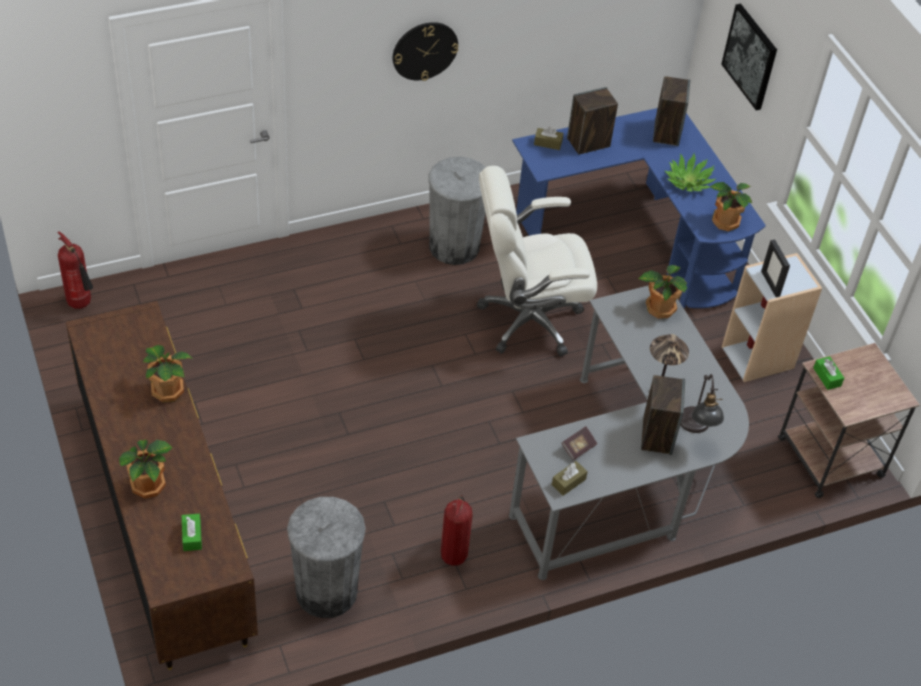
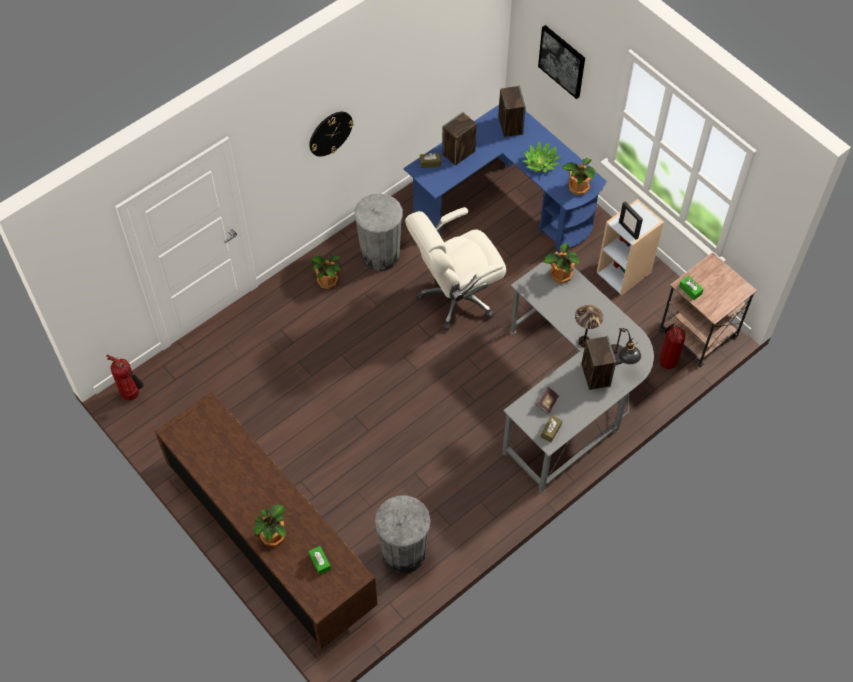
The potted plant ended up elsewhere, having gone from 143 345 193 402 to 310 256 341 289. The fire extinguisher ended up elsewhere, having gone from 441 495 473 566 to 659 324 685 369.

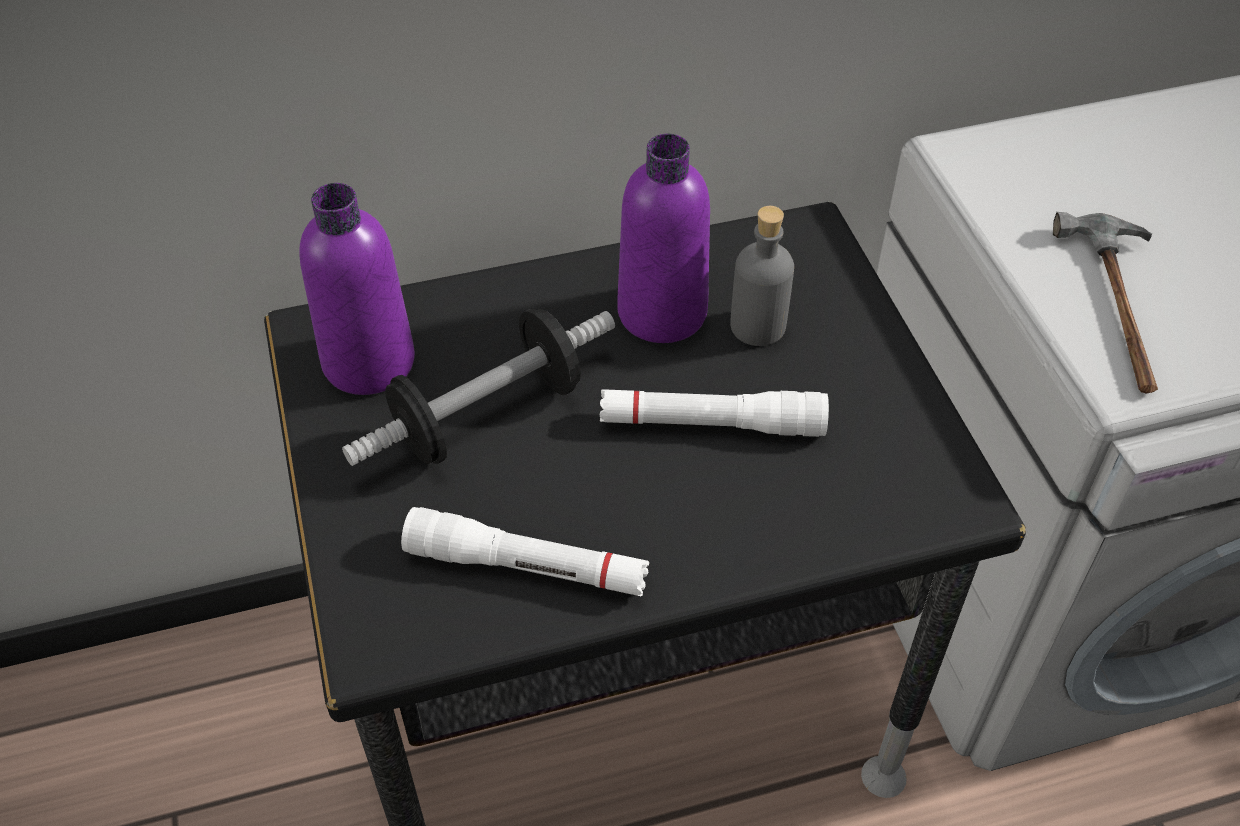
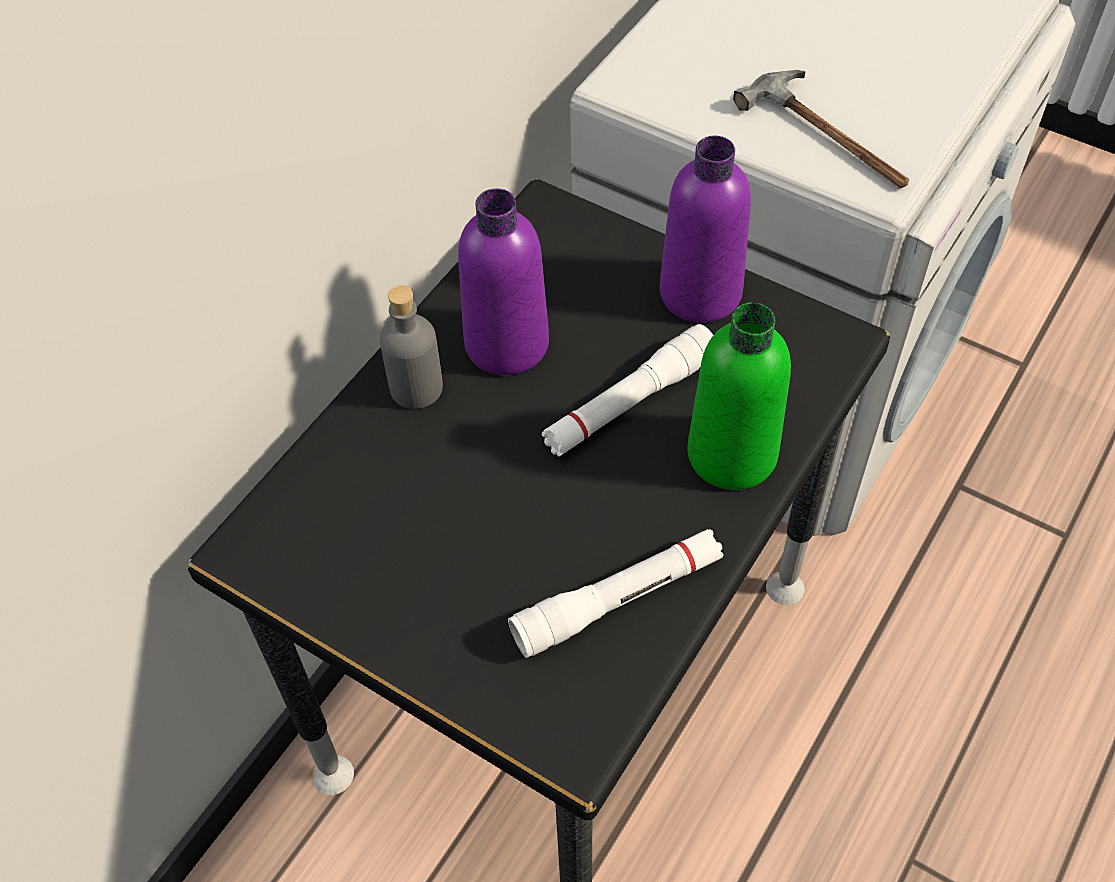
The bottle (purple) ended up elsewhere, having gone from 299 183 415 395 to 660 136 751 323. The bottle (grey) ended up elsewhere, having gone from 730 206 794 346 to 380 285 443 409. The second view lost the dumbbell at 342 309 615 466. The second view gained the bottle (green) at 687 302 791 490.

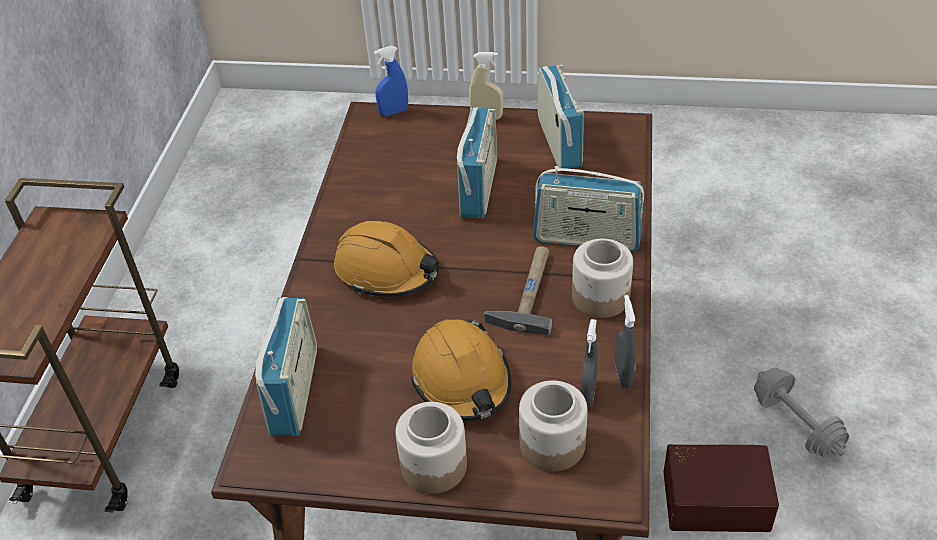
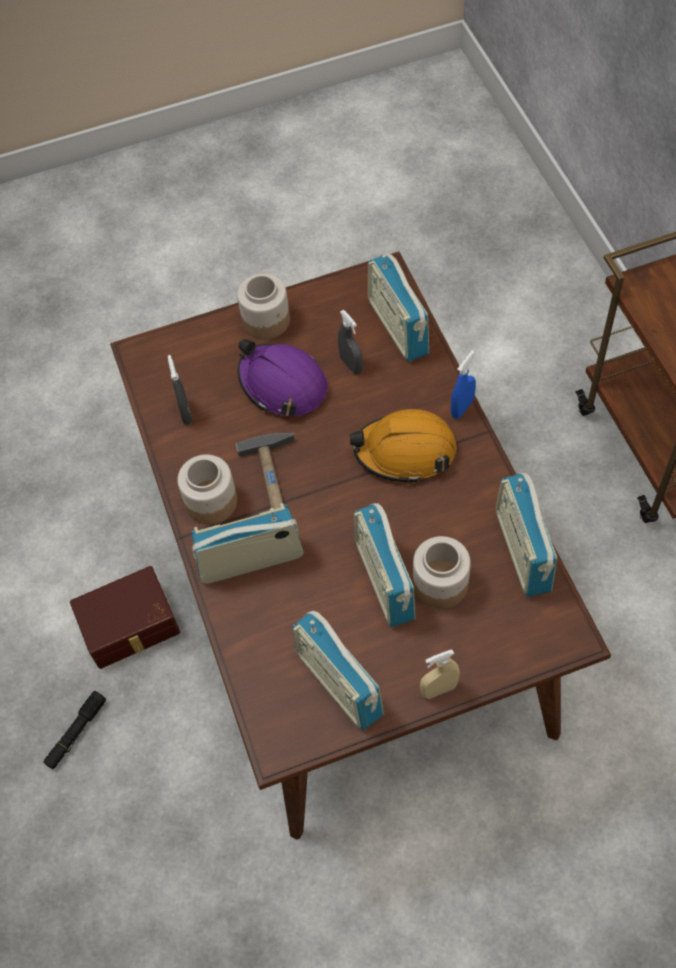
The spray bottle (blue) ended up elsewhere, having gone from 374 46 408 117 to 451 350 476 419. The spray bottle (grey) ended up elsewhere, having gone from 615 295 636 389 to 338 310 363 375. What was the hard hat (orange) at 411 319 511 421 turned into the hard hat (purple) at 238 339 328 417. Where the dumbbell (grey) stood at 754 367 849 459, the flashlight (black) came to stand at 43 691 106 769. The jar ended up elsewhere, having gone from 519 380 588 471 to 413 536 471 609. The second view gained the radio at 496 473 557 597.

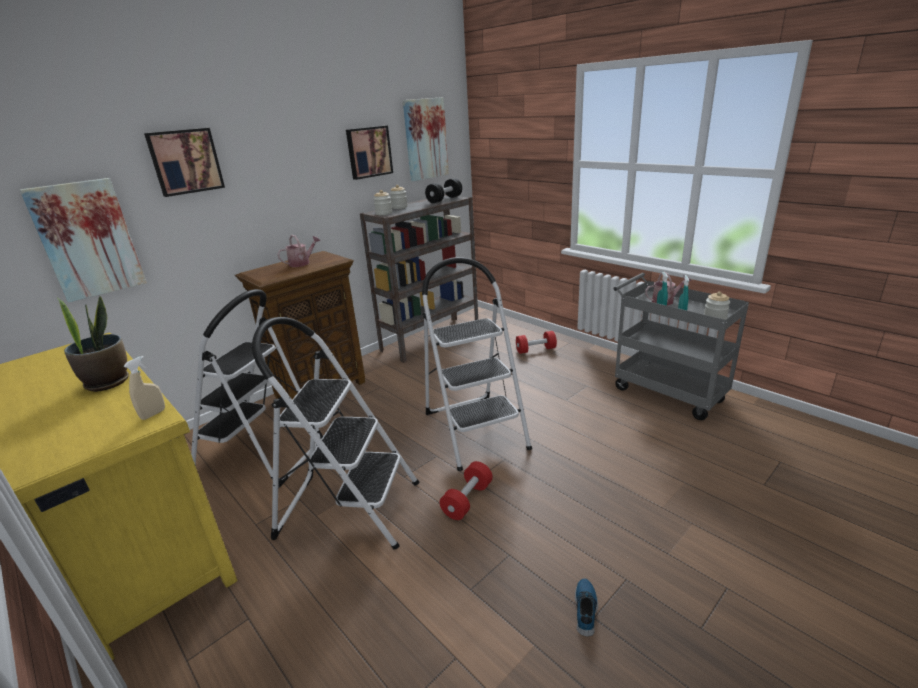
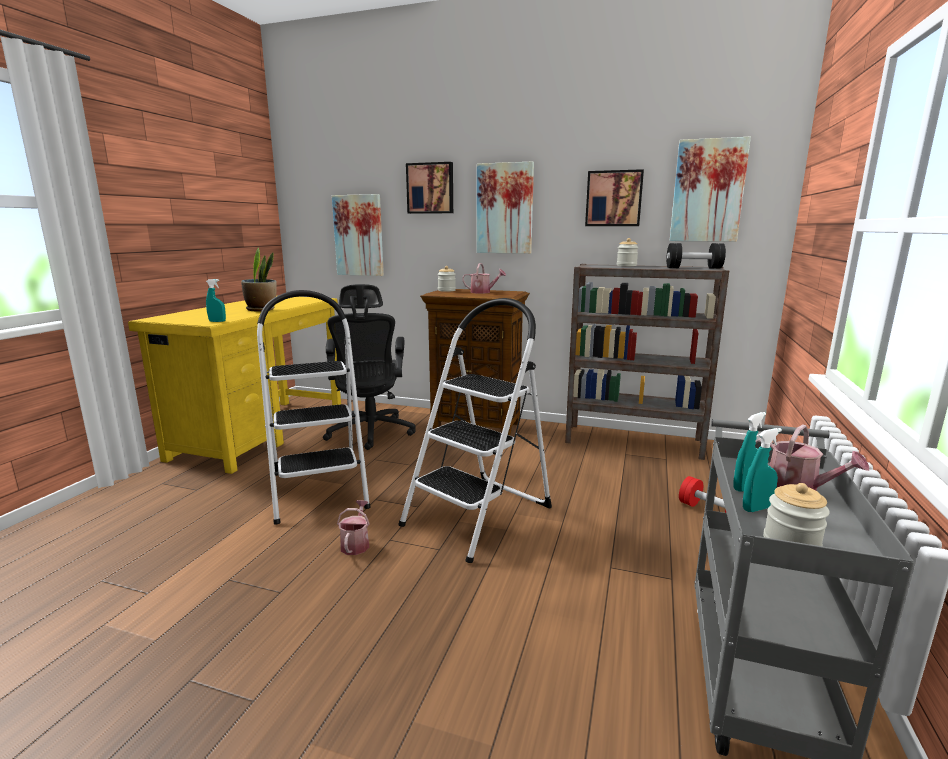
The jar ended up elsewhere, having gone from 373 190 392 215 to 438 266 456 292. Where the step ladder stood at 191 289 323 488, the office chair came to stand at 323 284 415 450. What was the spray bottle (beige) at 124 356 165 420 turned into the spray bottle (turquoise) at 206 279 226 322. Where the dumbbell (red) stood at 440 461 493 520, the watering can came to stand at 337 500 370 555. The second view lost the shoe at 575 578 598 637. The second view gained the picture at 477 161 534 254.

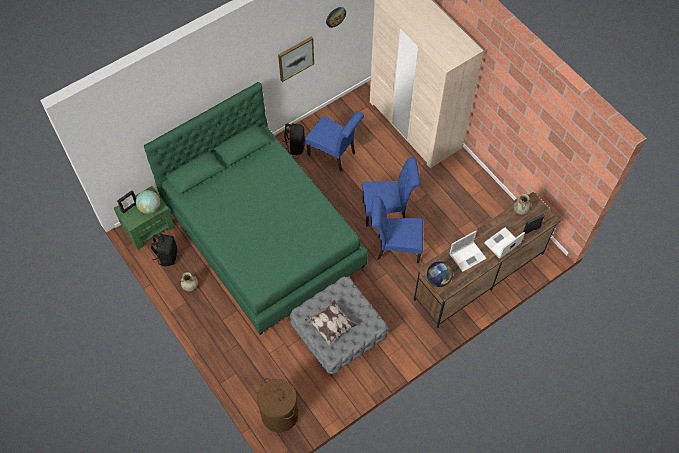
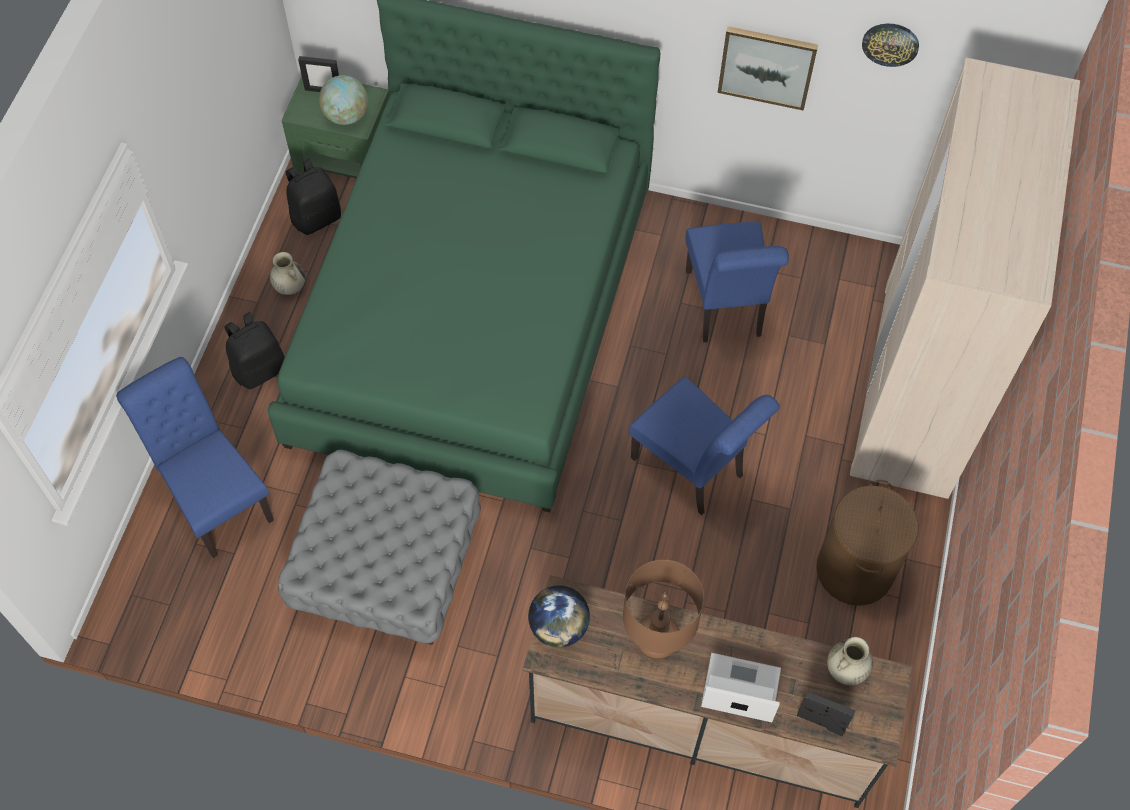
The backpack (black) ended up elsewhere, having gone from 283 123 305 155 to 224 312 285 389. The chair (blue) ended up elsewhere, having gone from 371 196 423 263 to 116 357 274 558. Where the laptop stood at 450 231 487 272, the table lamp (brown) came to stand at 623 560 704 659. The second view lost the pillow at 305 300 357 346. The laundry basket (brown) ended up elsewhere, having gone from 257 378 298 432 to 816 480 918 606.

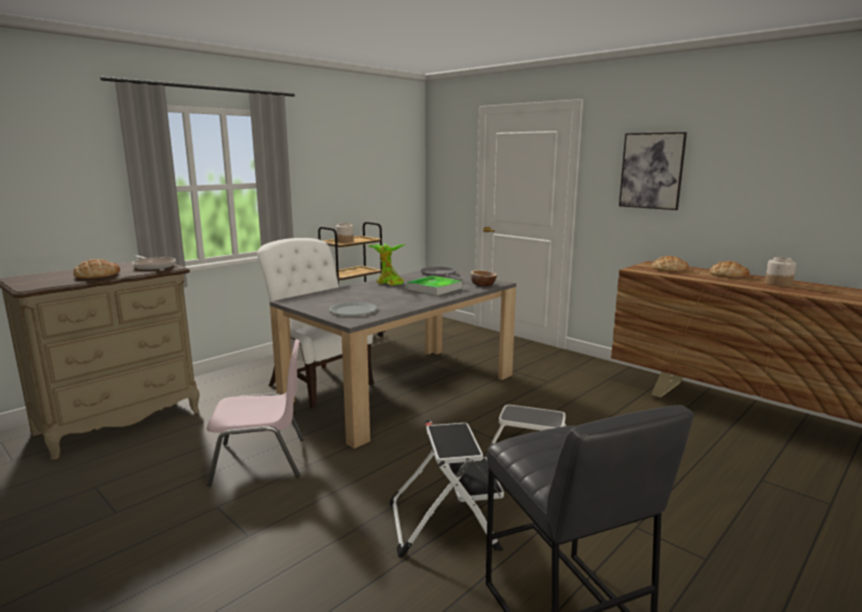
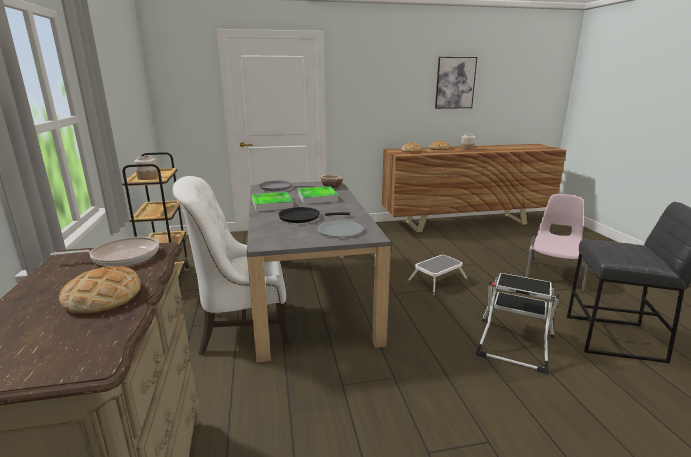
The picture ended up elsewhere, having gone from 619 132 687 210 to 435 57 477 109. Where the potted plant stood at 367 243 405 285, the tray came to stand at 252 192 294 212. The chair (pink) ended up elsewhere, having gone from 207 339 304 486 to 525 194 589 292. The second view gained the frying pan (black) at 278 207 350 223.

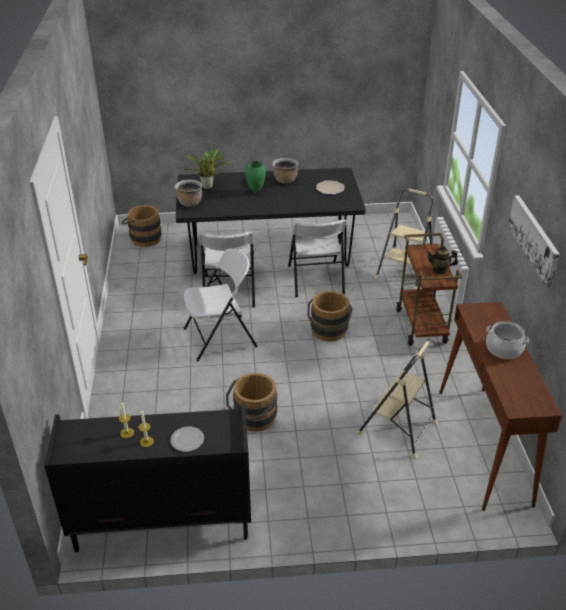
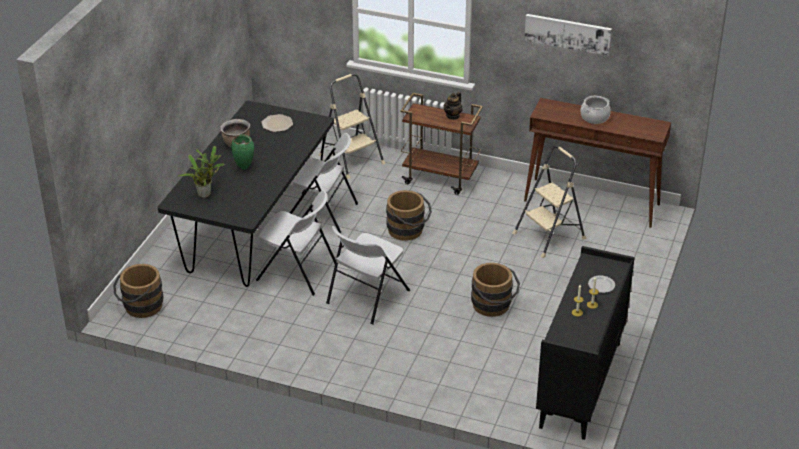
The second view lost the cooking pot (brown) at 174 180 202 207. The chair (white) at 184 248 258 361 ended up facing another way, 150 degrees counterclockwise from before.

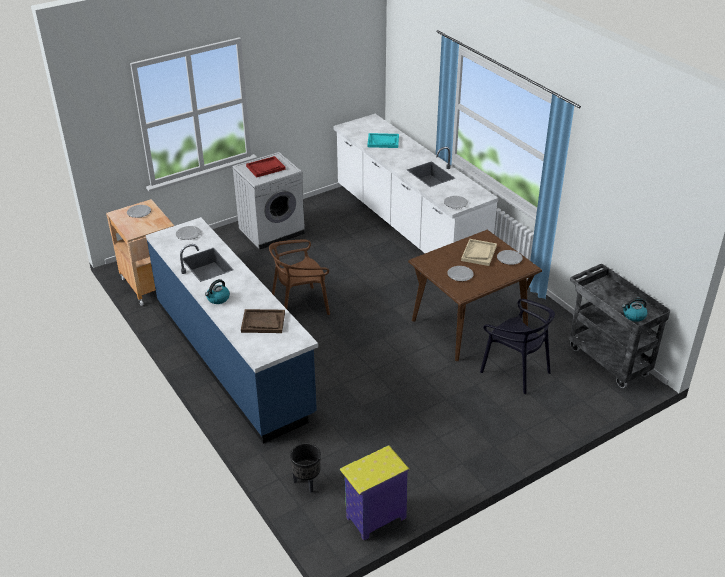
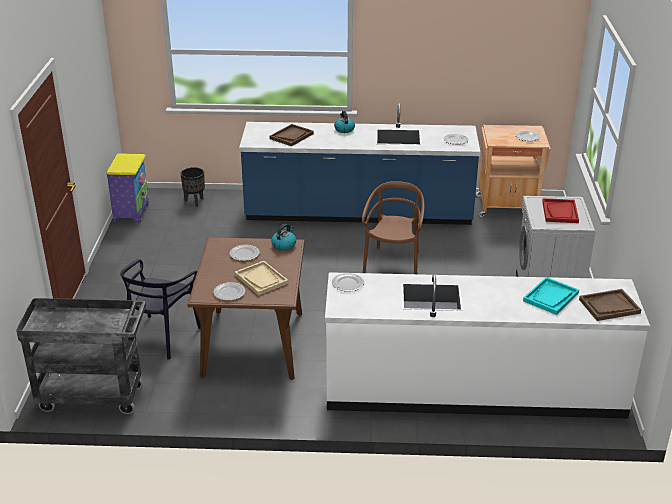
The kettle ended up elsewhere, having gone from 622 298 648 322 to 271 224 296 251. The chair (black) at 480 299 555 394 ended up facing another way, 60 degrees counterclockwise from before. The second view gained the tray (brown) at 579 289 641 321.

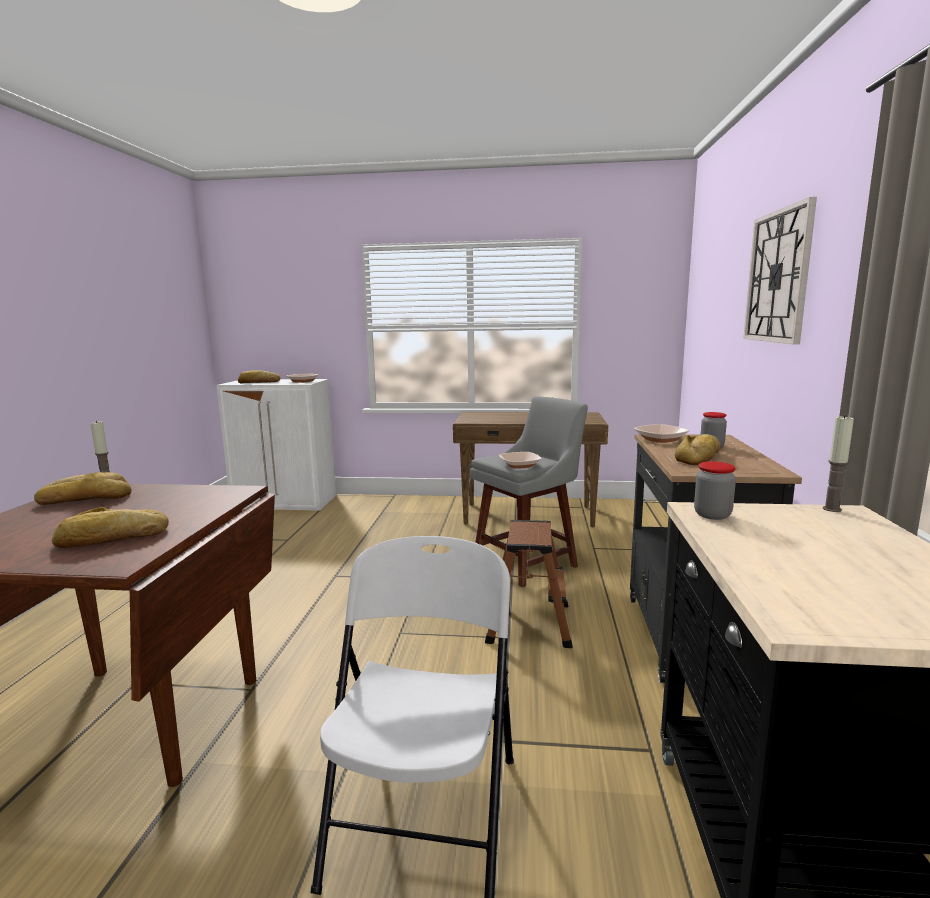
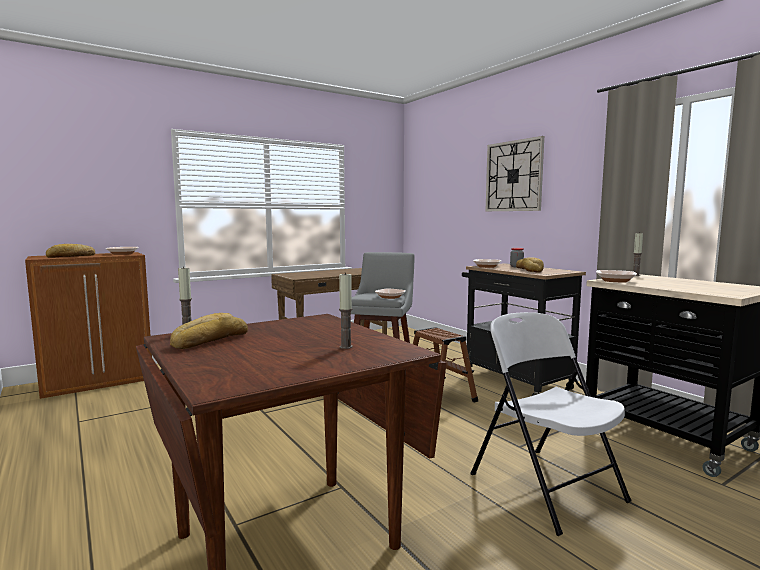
What was the cabinet (white) at 217 379 336 511 turned into the cabinet (brown) at 25 252 152 399. Where the jar stood at 694 461 736 520, the bowl came to stand at 596 270 637 283. Where the bread stood at 52 507 169 548, the candle came to stand at 339 272 353 349.

